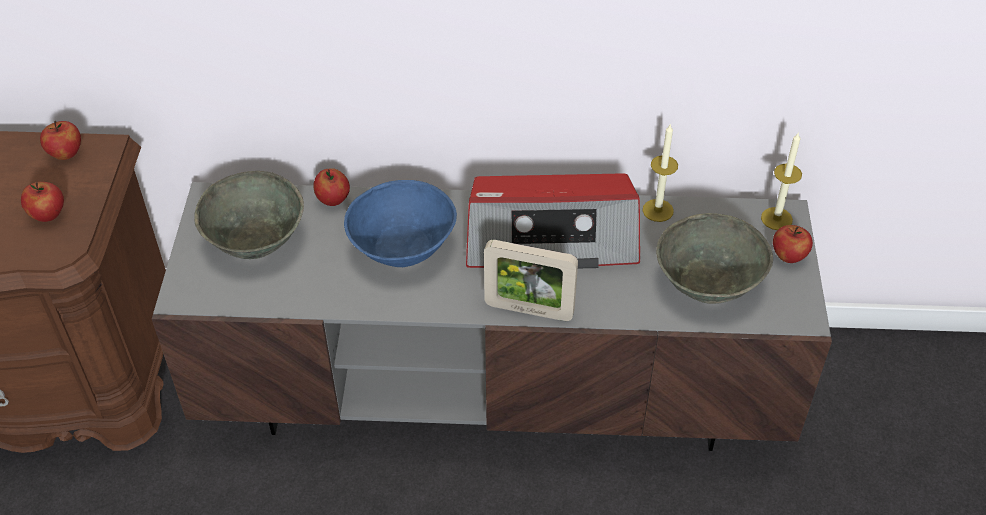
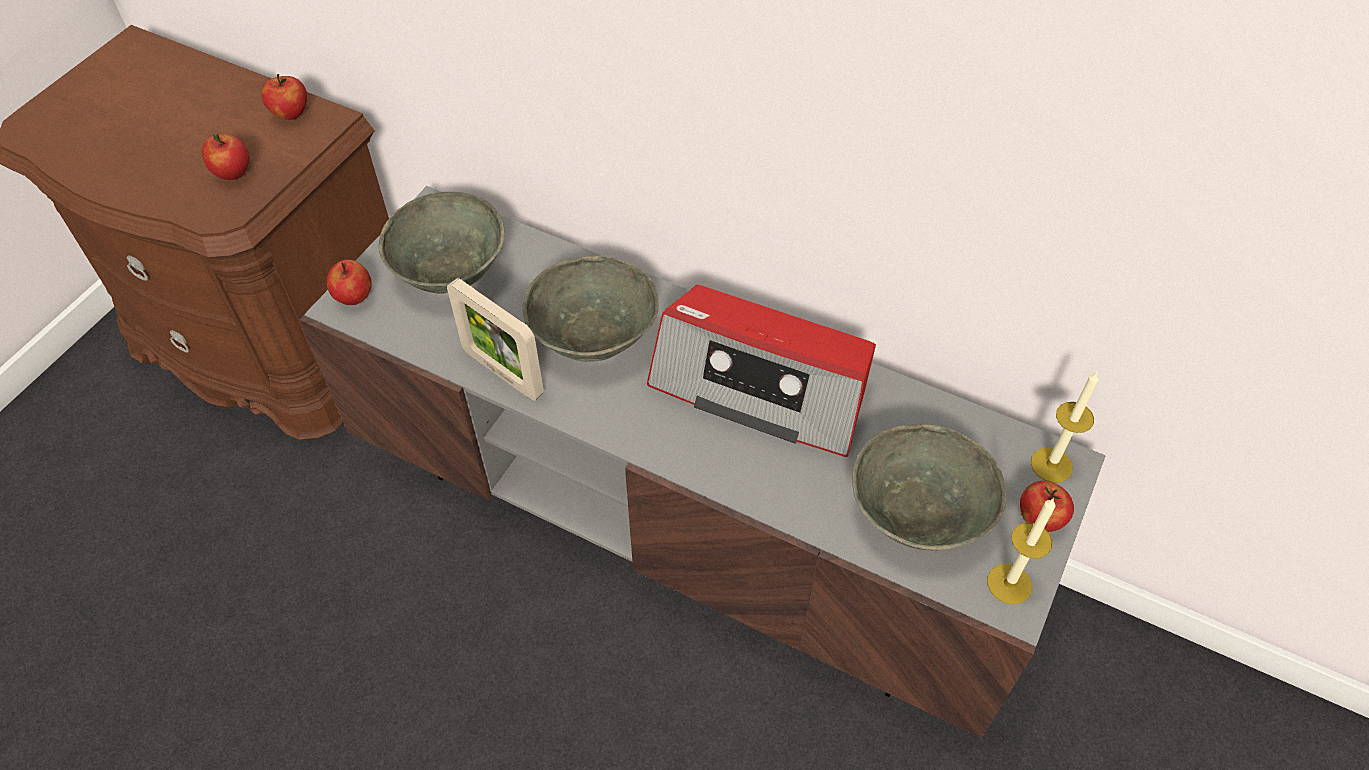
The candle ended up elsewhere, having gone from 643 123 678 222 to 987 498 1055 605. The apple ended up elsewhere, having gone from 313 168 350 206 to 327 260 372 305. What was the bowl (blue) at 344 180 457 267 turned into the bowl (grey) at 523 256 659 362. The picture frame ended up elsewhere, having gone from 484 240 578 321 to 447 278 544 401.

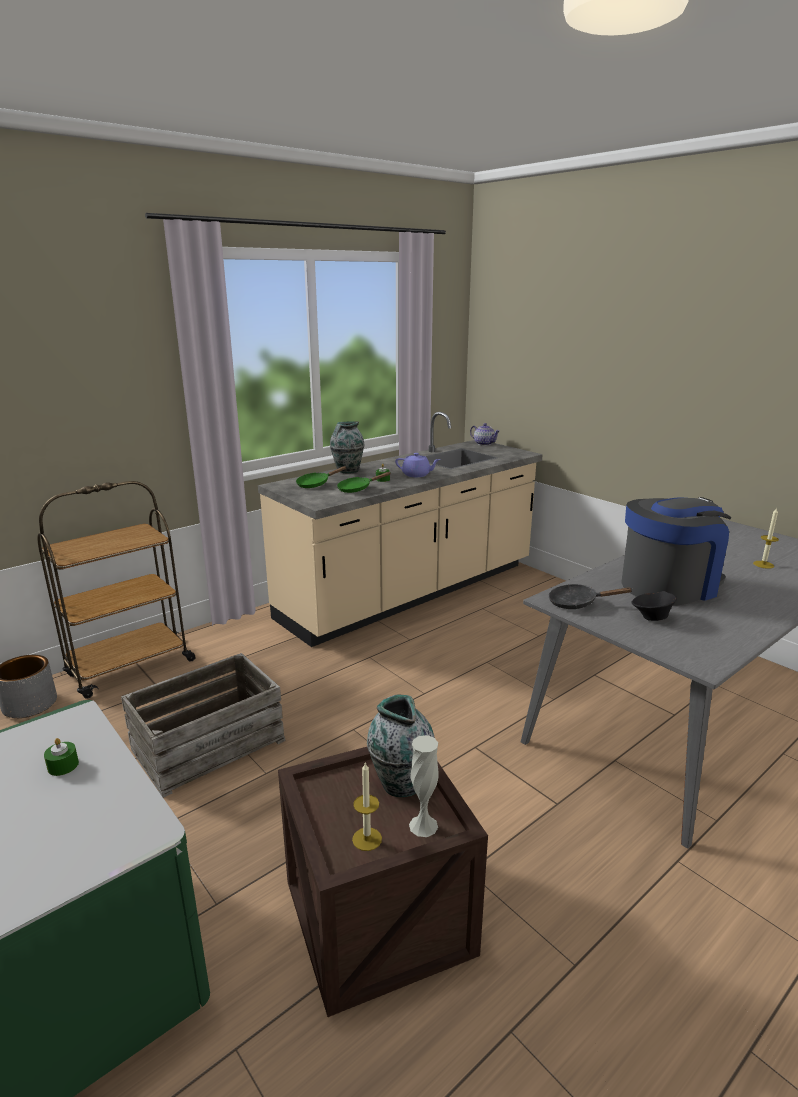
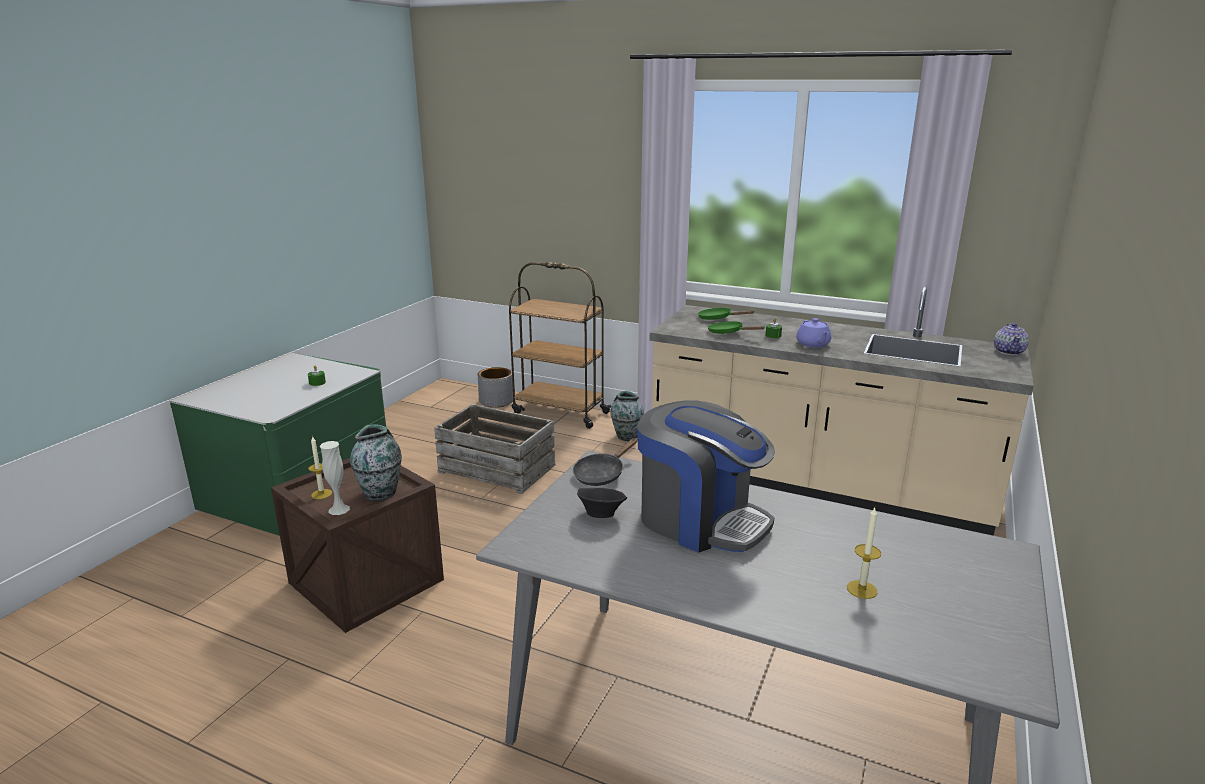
The vase ended up elsewhere, having gone from 330 421 365 474 to 610 391 644 441. The frying pan (black) at 548 584 633 609 ended up facing another way, 120 degrees counterclockwise from before.

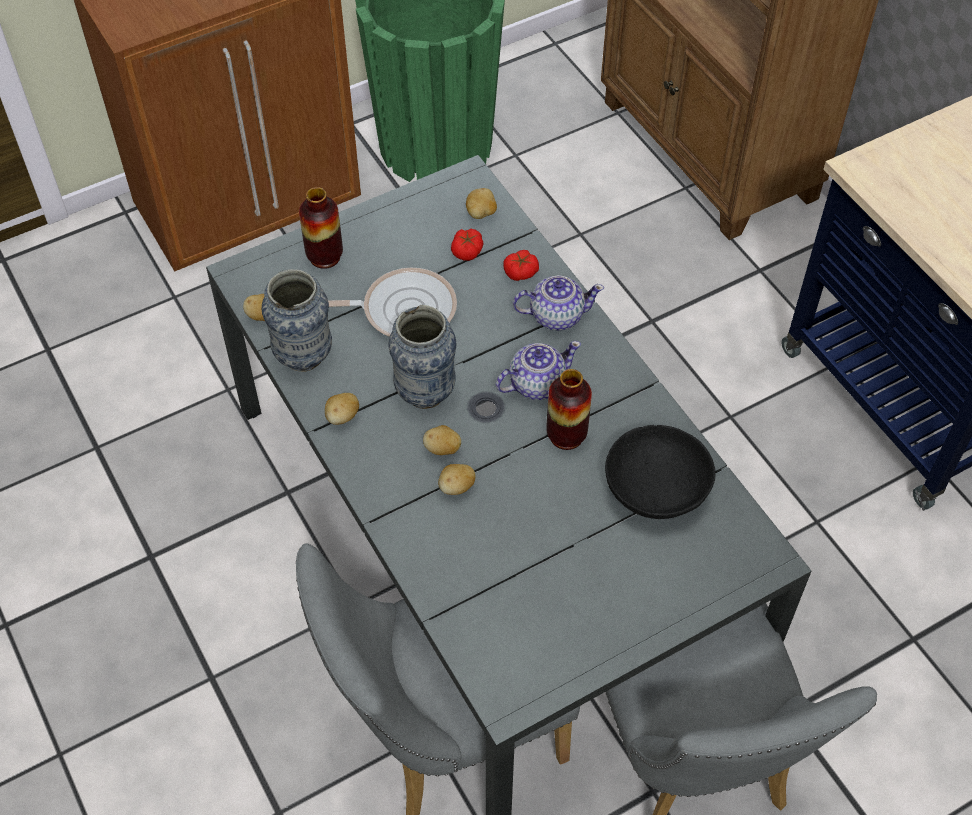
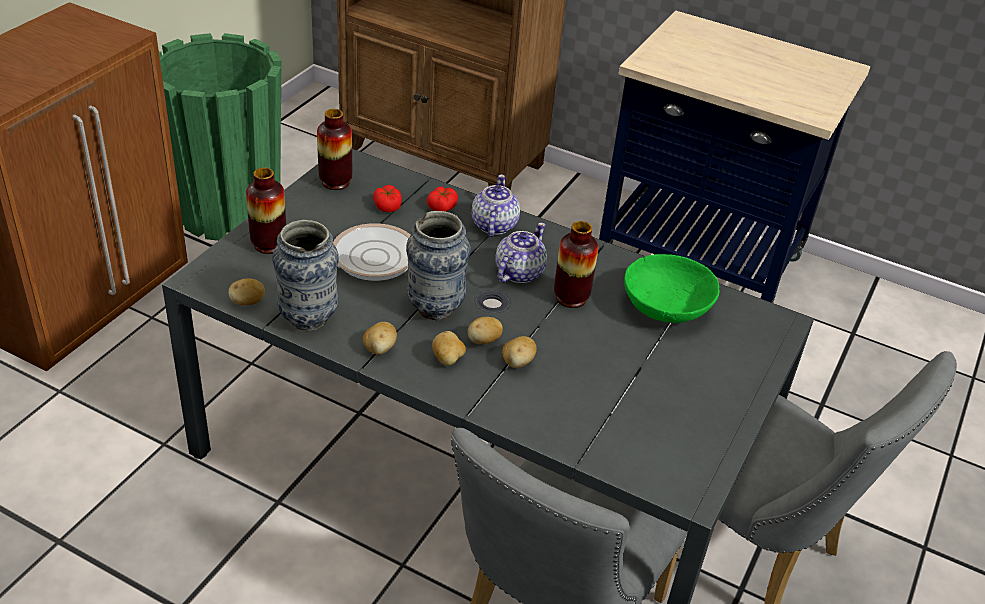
The potato ended up elsewhere, having gone from 466 188 497 219 to 432 331 466 365. The teapot at 513 276 604 330 ended up facing another way, 45 degrees counterclockwise from before. What was the bowl (black) at 605 425 715 519 turned into the bowl (green) at 624 254 720 323. The second view gained the vase at 317 109 352 190.

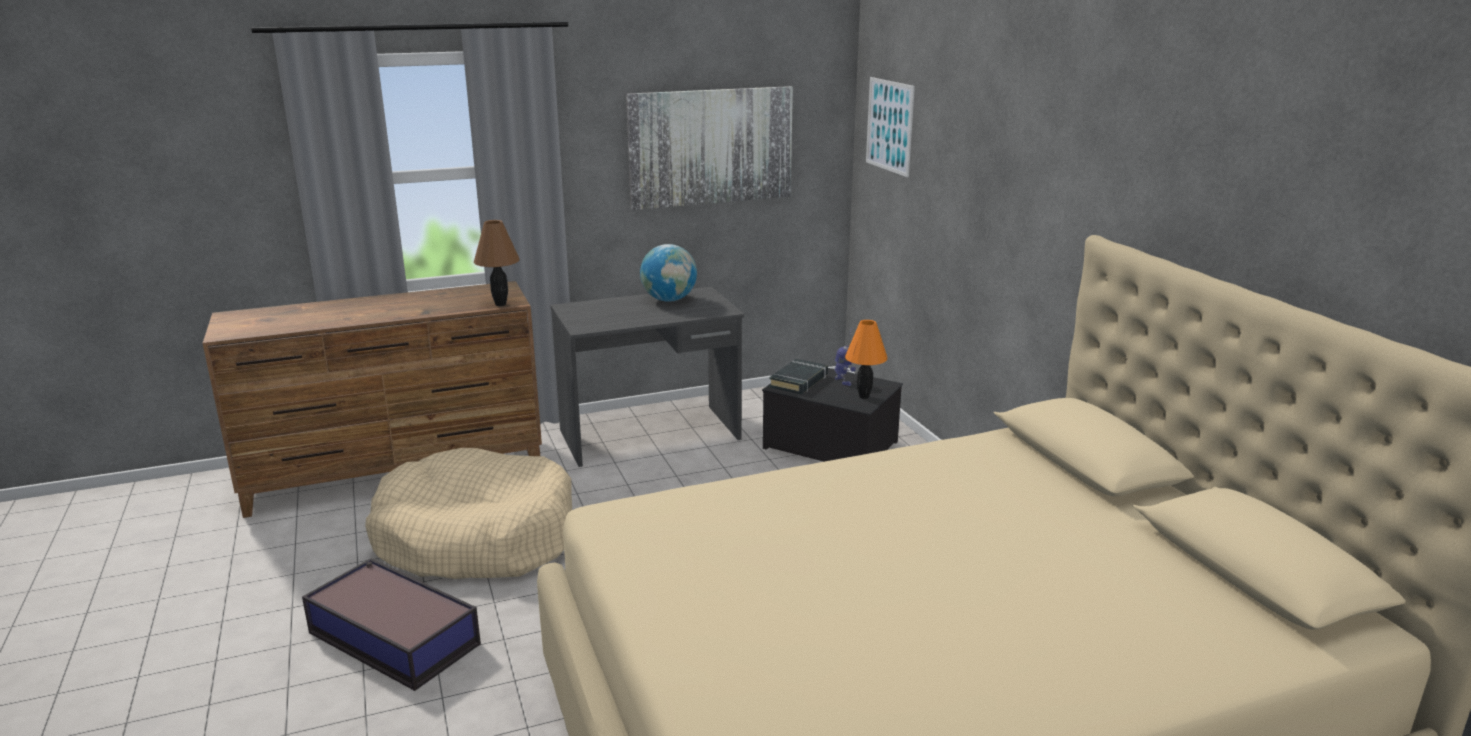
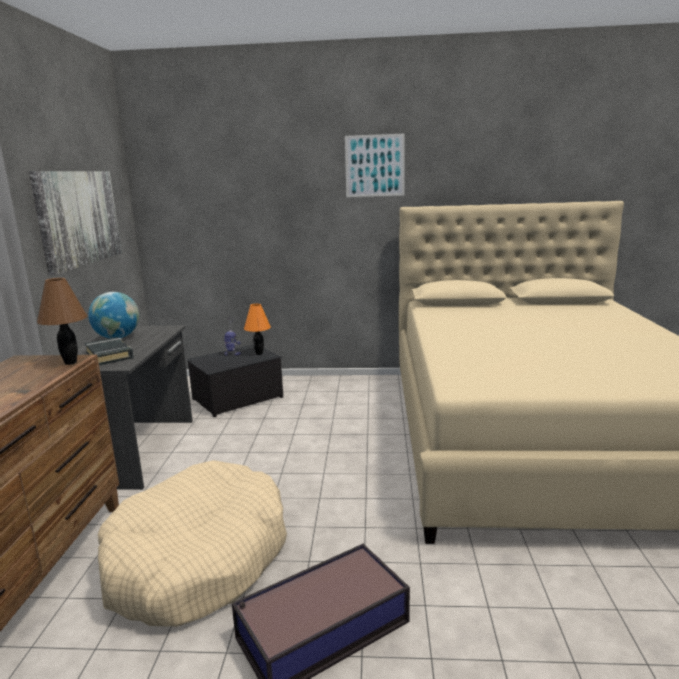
The picture ended up elsewhere, having gone from 866 77 915 177 to 345 134 405 197. The book (black) ended up elsewhere, having gone from 769 359 828 394 to 85 337 134 365.

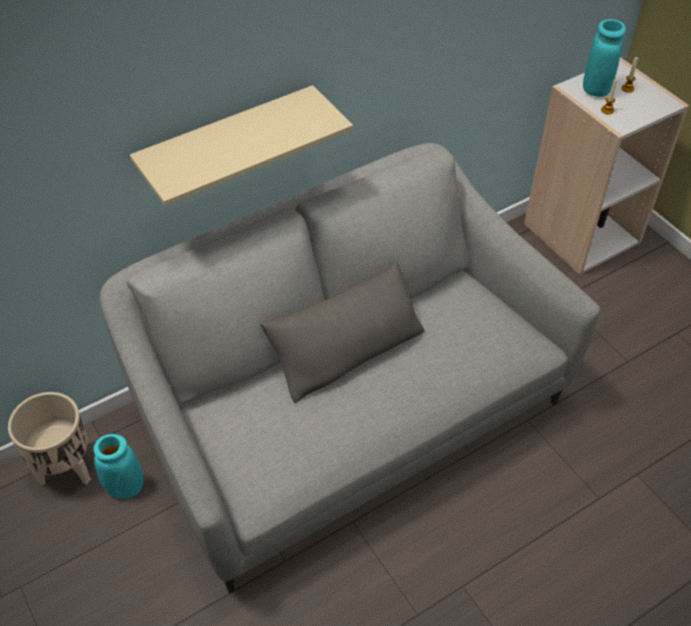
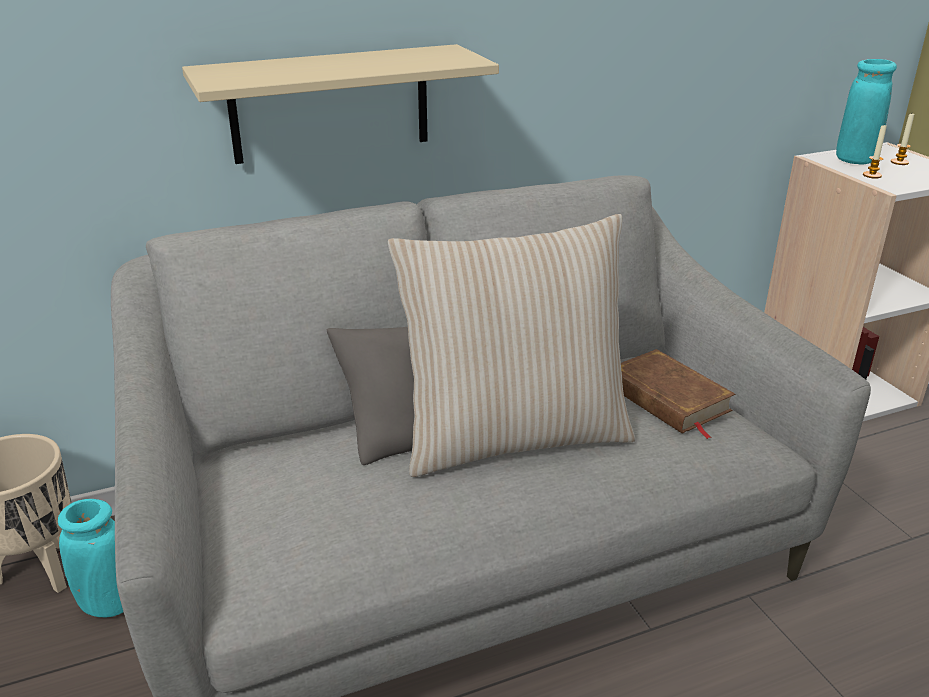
The second view gained the pillow (beige) at 388 214 636 477. The second view gained the book (brown) at 621 349 735 439.

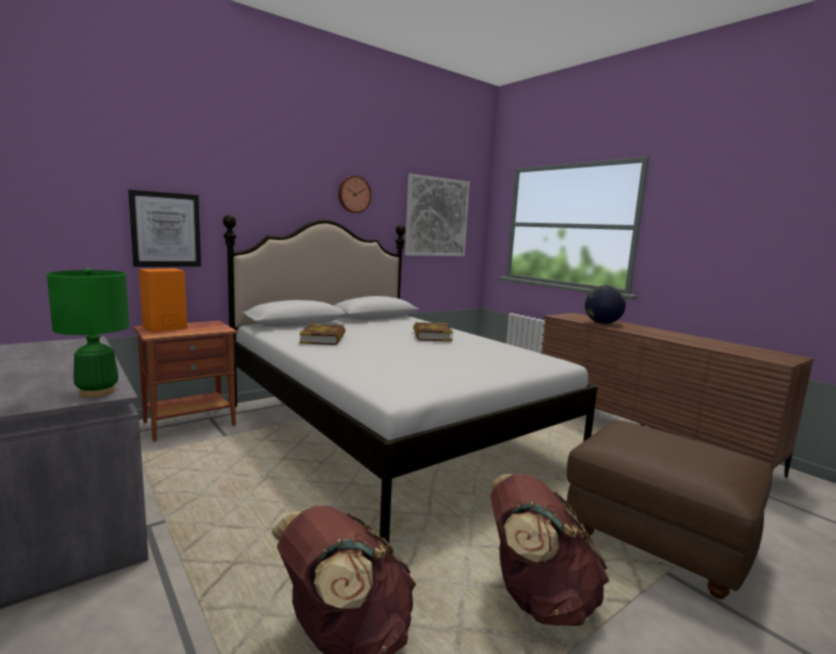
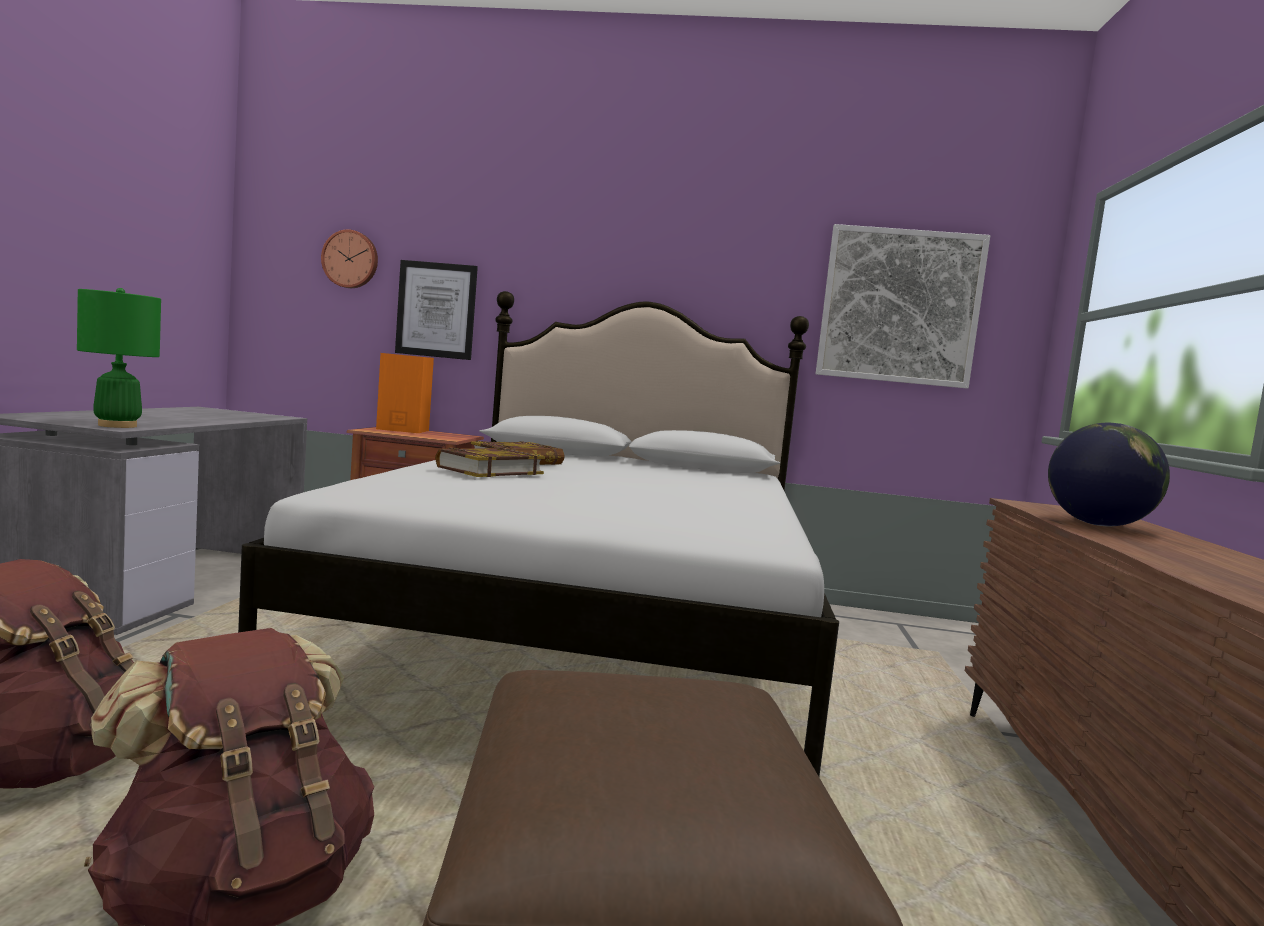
The wall clock ended up elsewhere, having gone from 338 176 372 213 to 321 229 378 288. The book ended up elsewhere, having gone from 413 322 453 342 to 435 447 545 477.

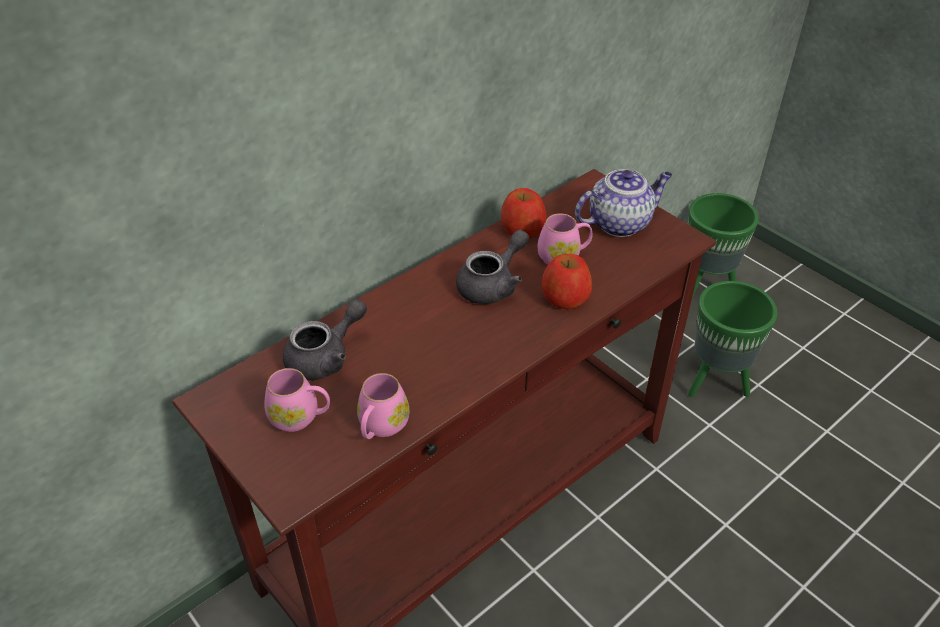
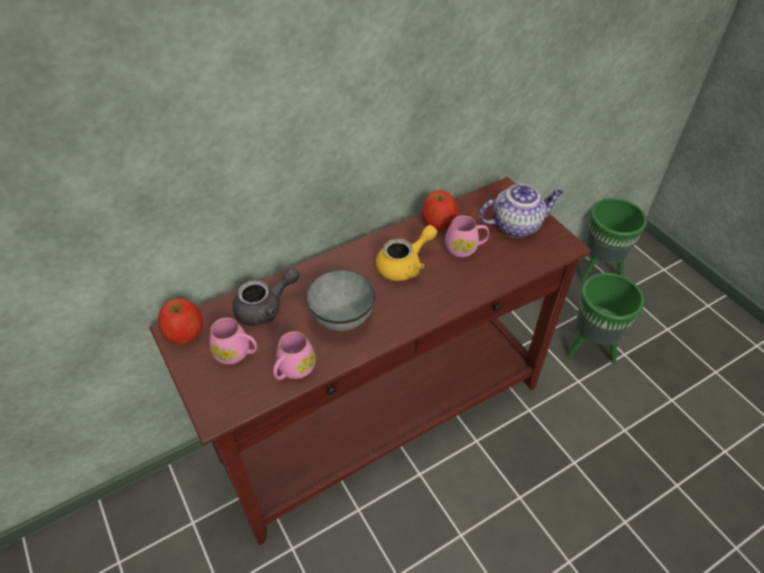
What was the teapot (grey) at 456 229 529 304 turned into the teapot (yellow) at 376 225 437 281. The apple ended up elsewhere, having gone from 542 254 592 310 to 158 298 203 344. The second view gained the bowl (grey) at 306 270 375 331.

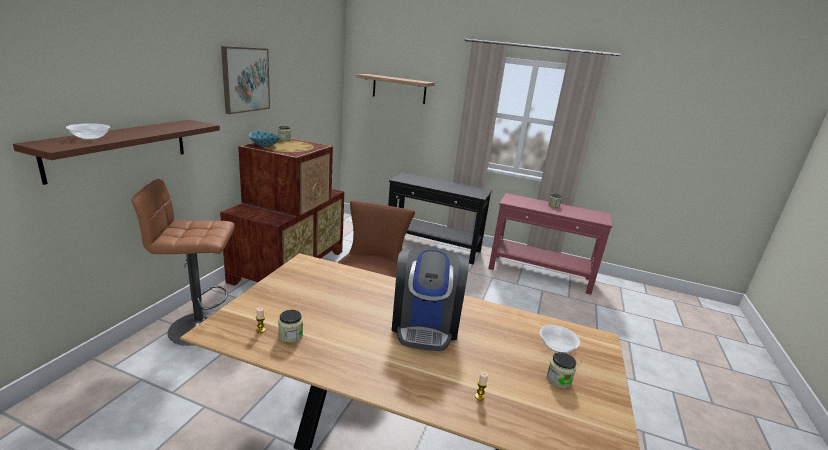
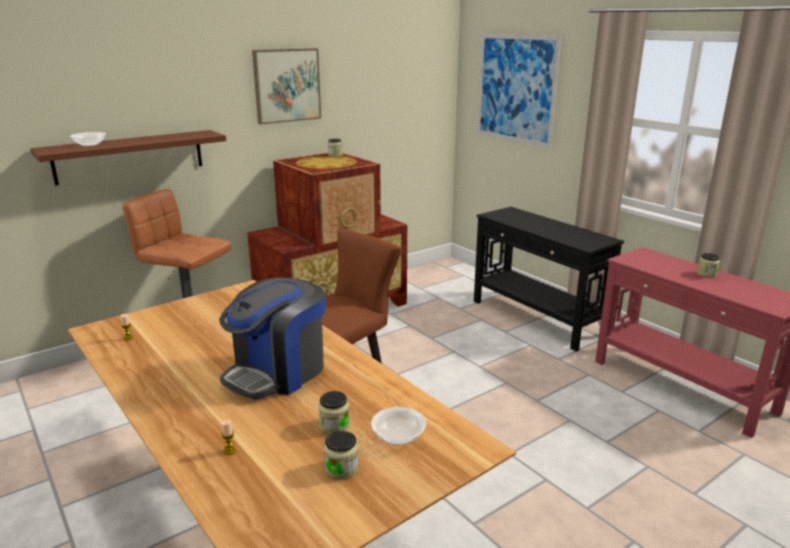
Where the shelf hung at 356 74 435 104, the picture came to hang at 477 34 561 148. The second view lost the bowl at 249 131 280 147. The jar ended up elsewhere, having gone from 278 310 303 343 to 318 391 350 434.

